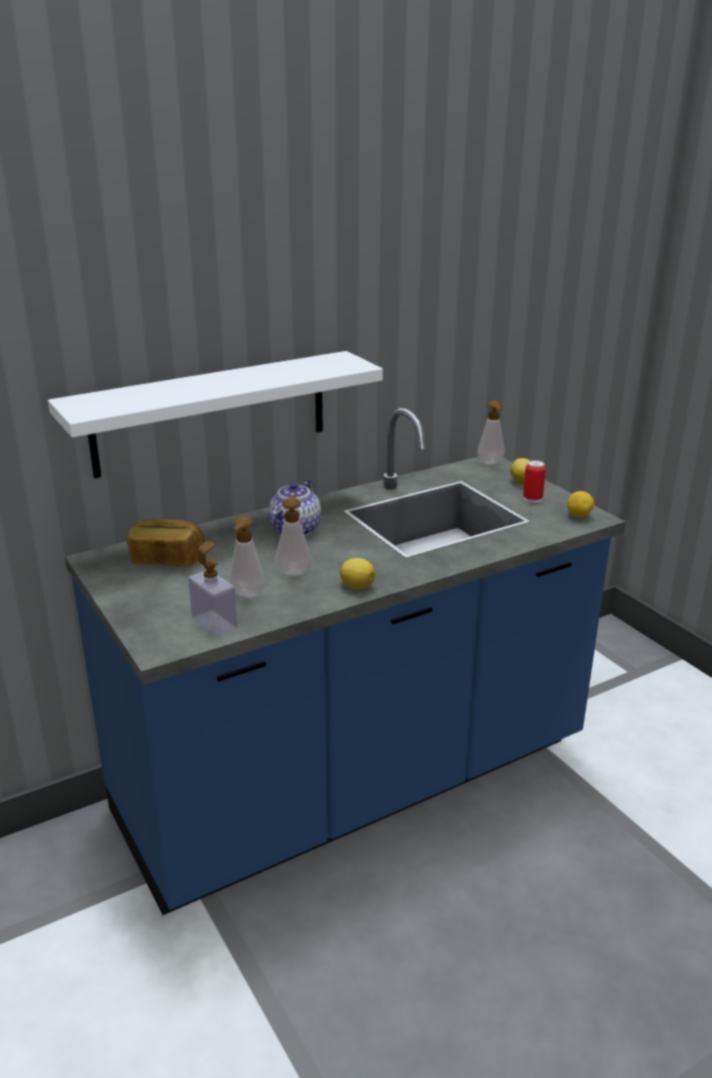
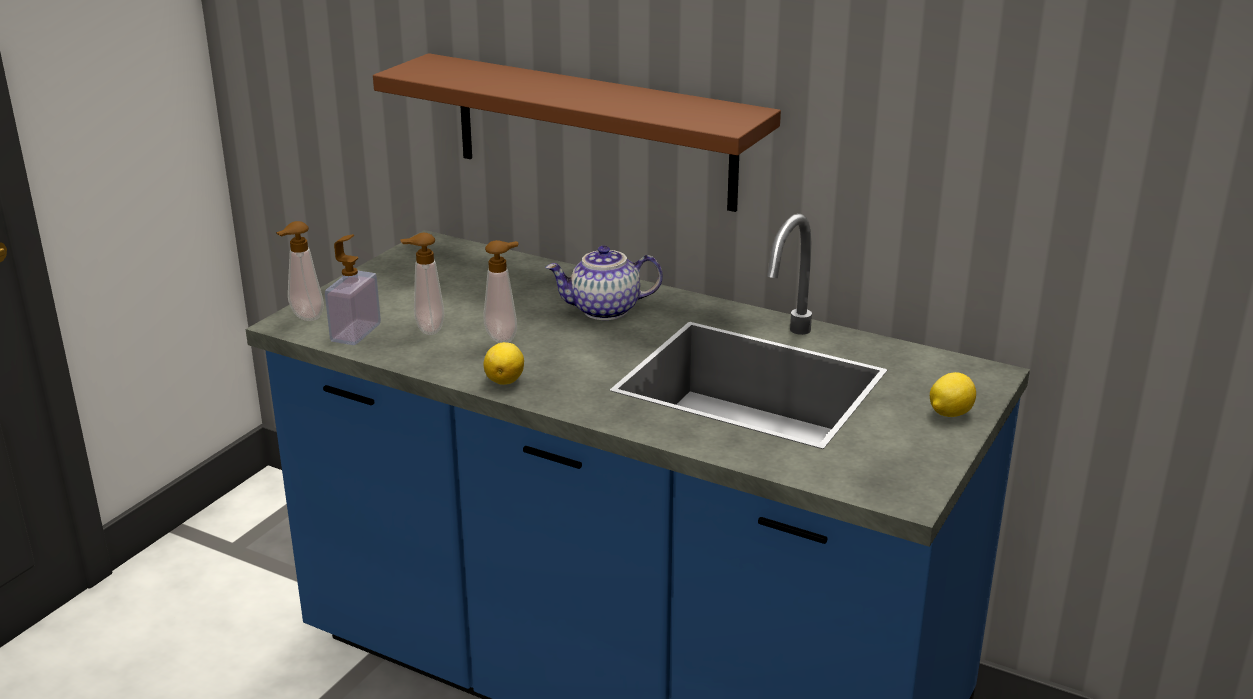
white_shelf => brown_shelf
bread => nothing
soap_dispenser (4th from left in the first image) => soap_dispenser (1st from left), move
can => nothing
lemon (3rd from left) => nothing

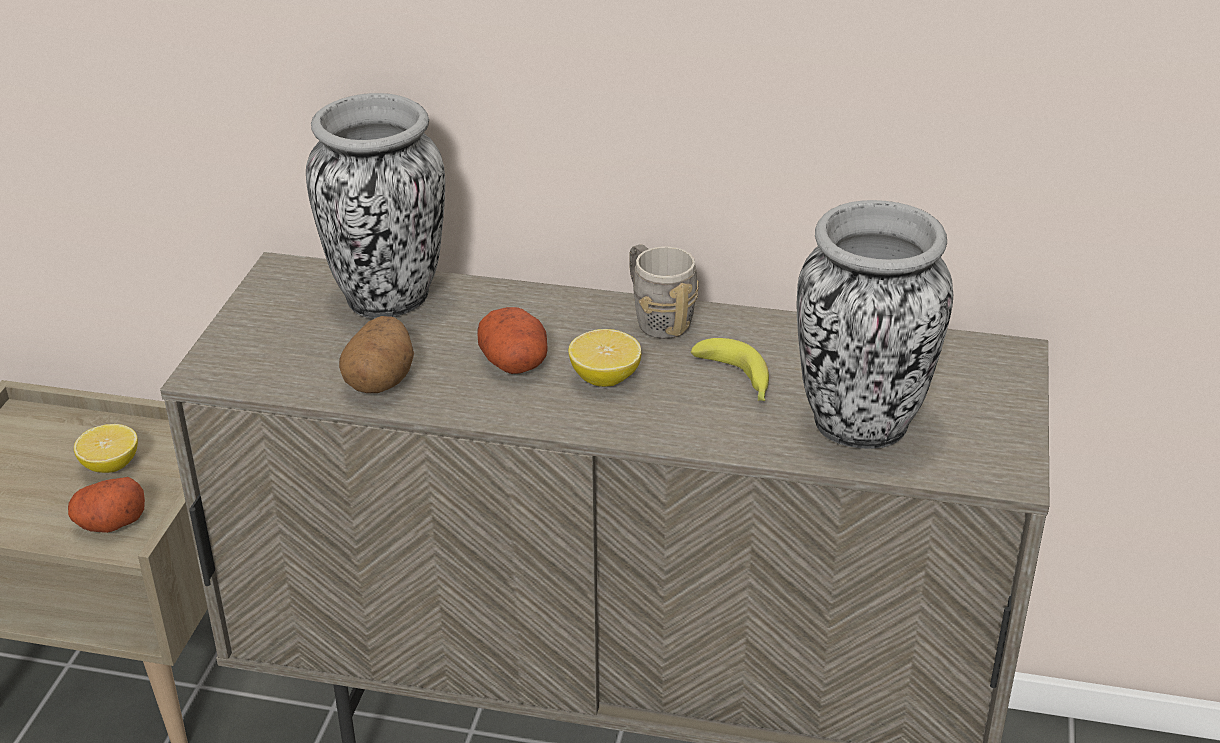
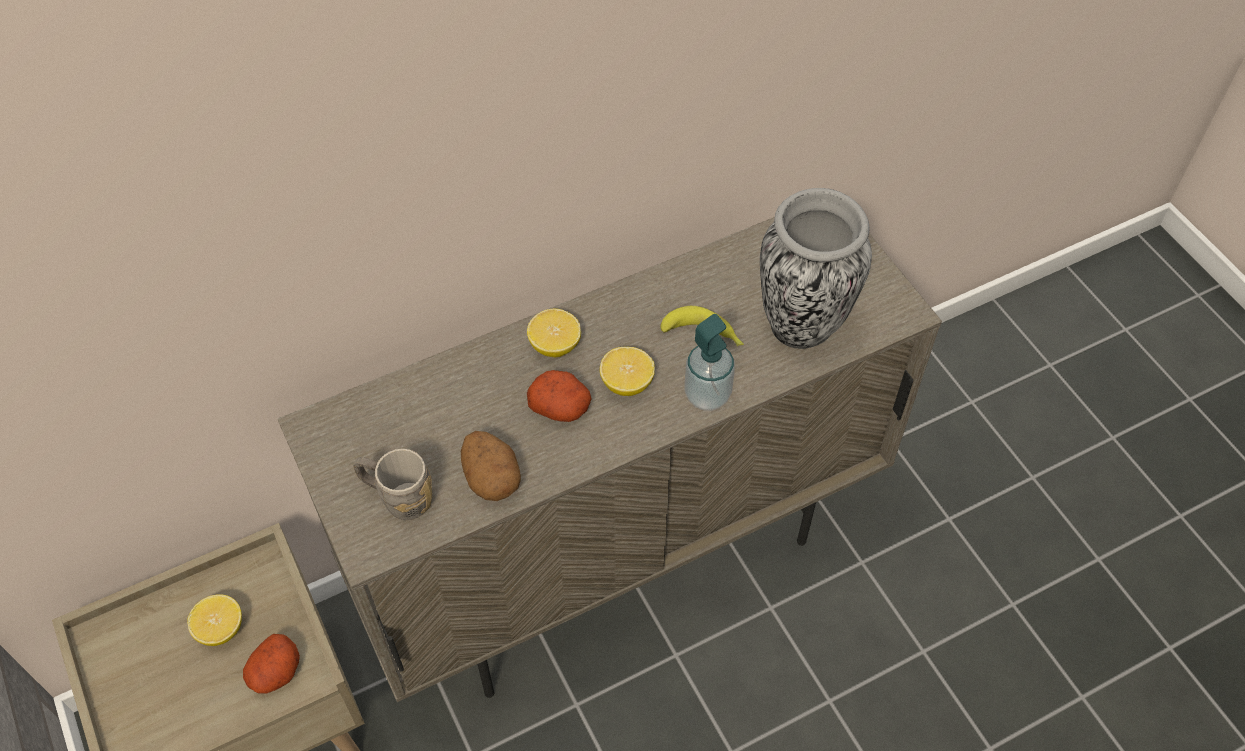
vase (1st from left) => nothing
grey_mug, move
nothing => lemon (2nd from left)
nothing => soap_dispenser

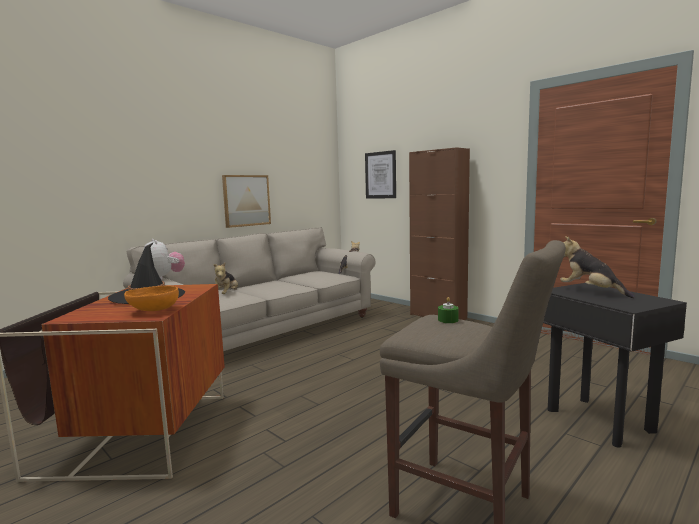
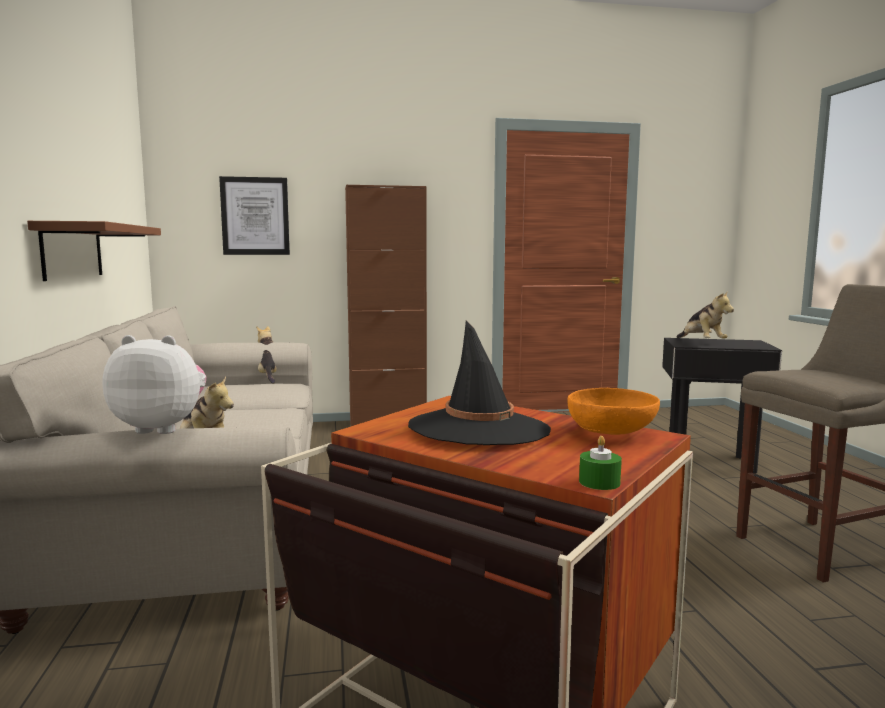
picture (1st from left) => brown_shelf
green_candle, move
plush_toy (4th from left), 105 degrees counterclockwise

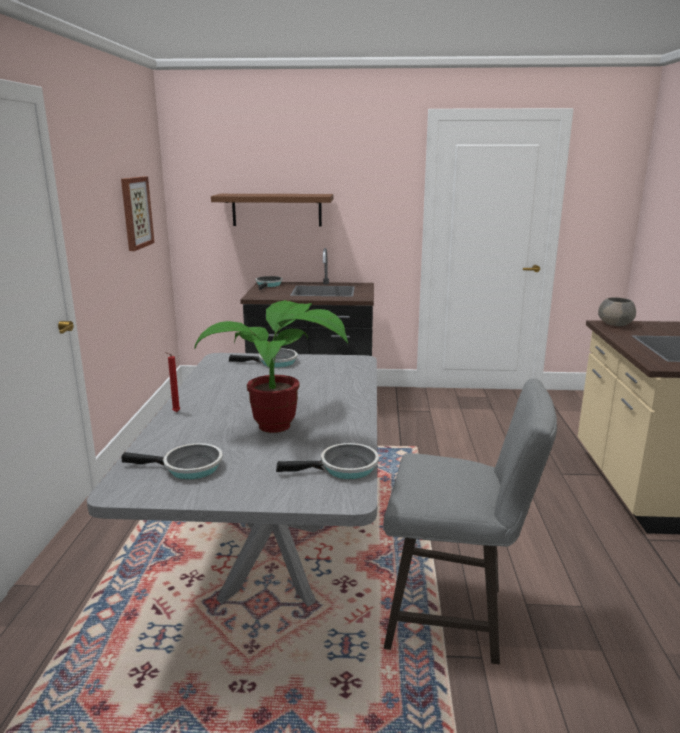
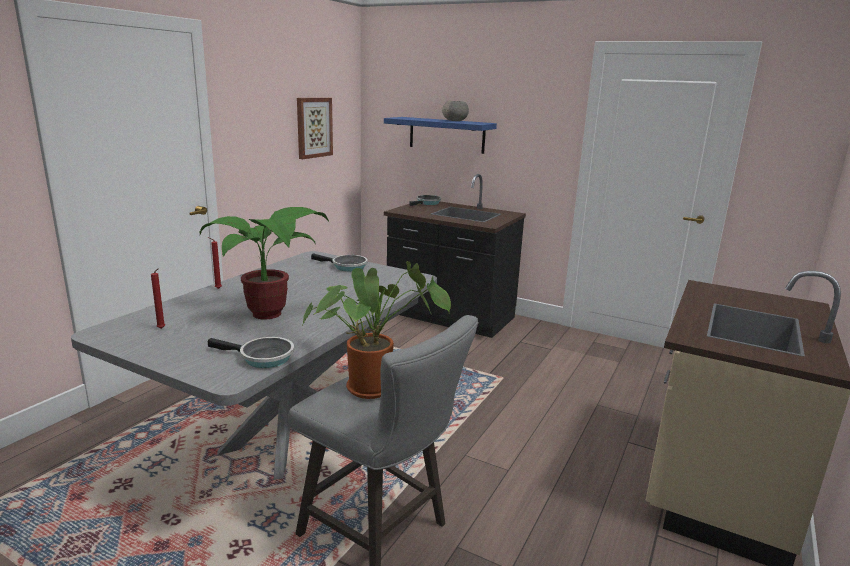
frying_pan (1st from left) => red_candle (1st from left)
brown_shelf => blue_shelf
grey_bowl, move
nothing => potted_plant (2nd from left)

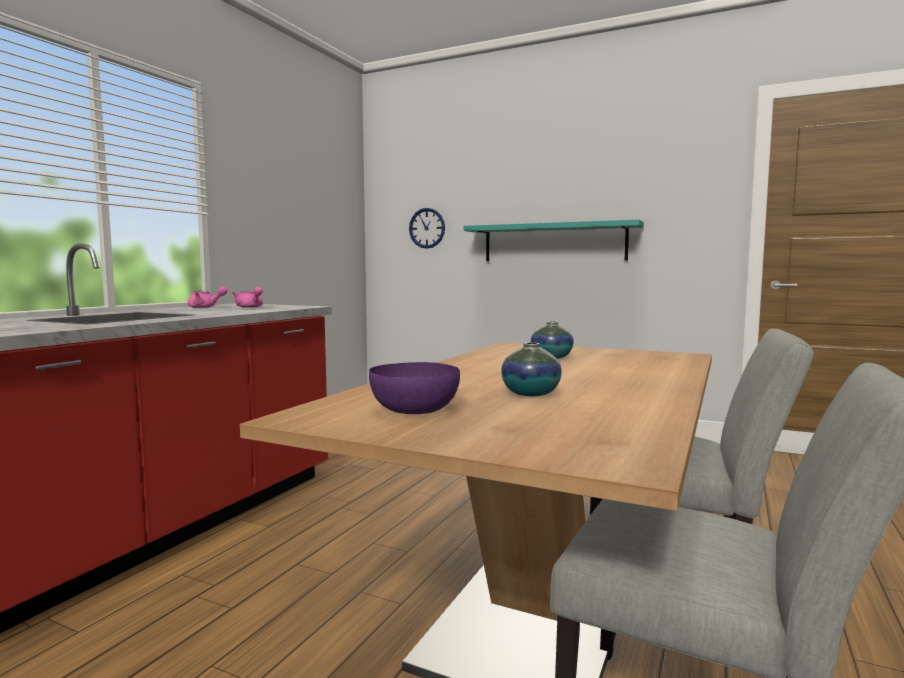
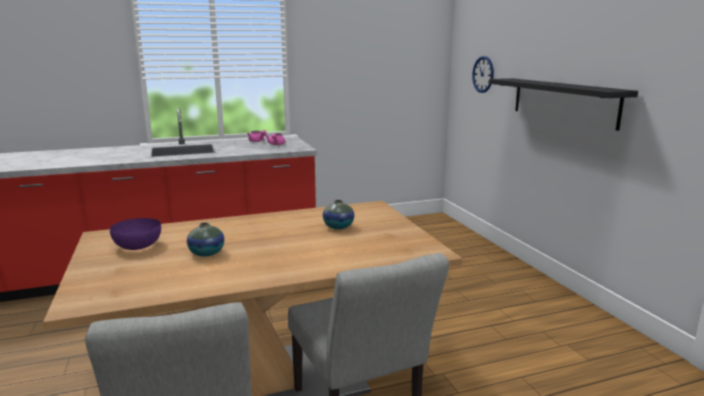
turquoise_shelf => black_shelf

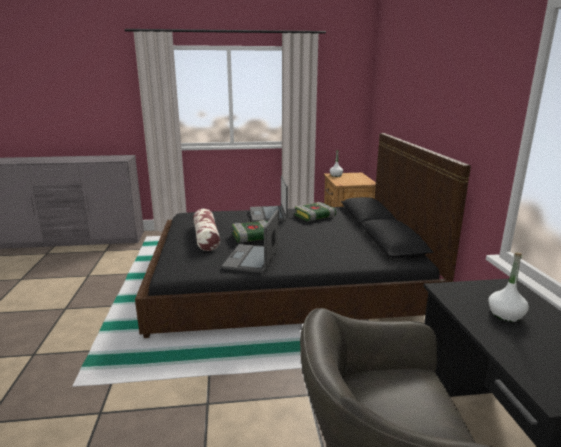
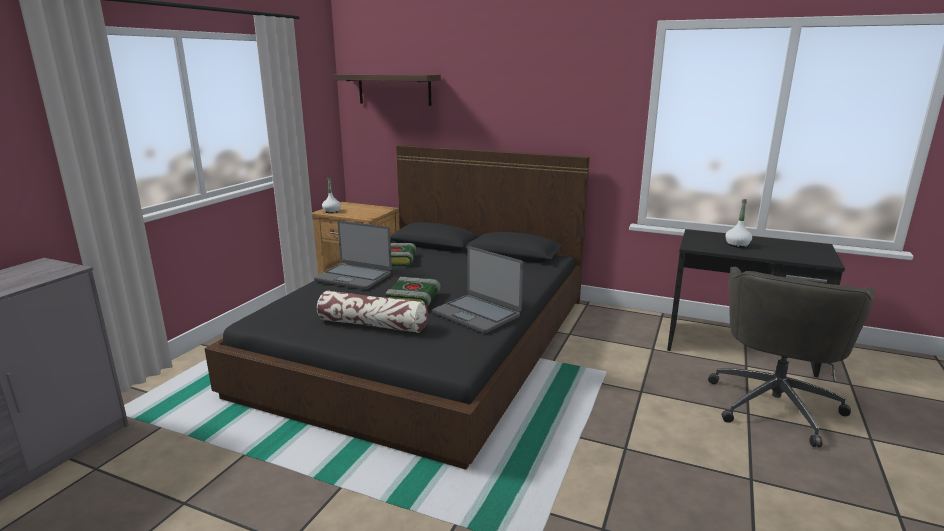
nothing => shelf

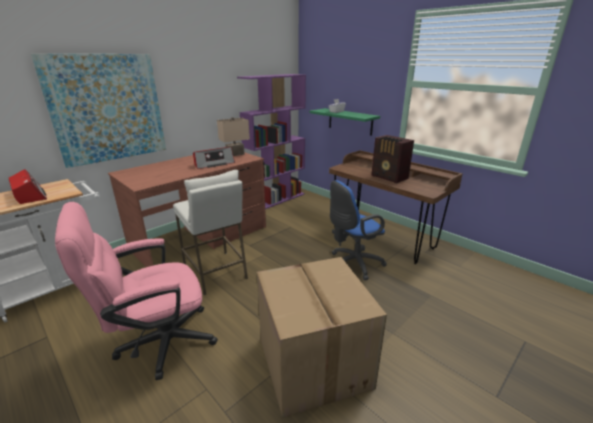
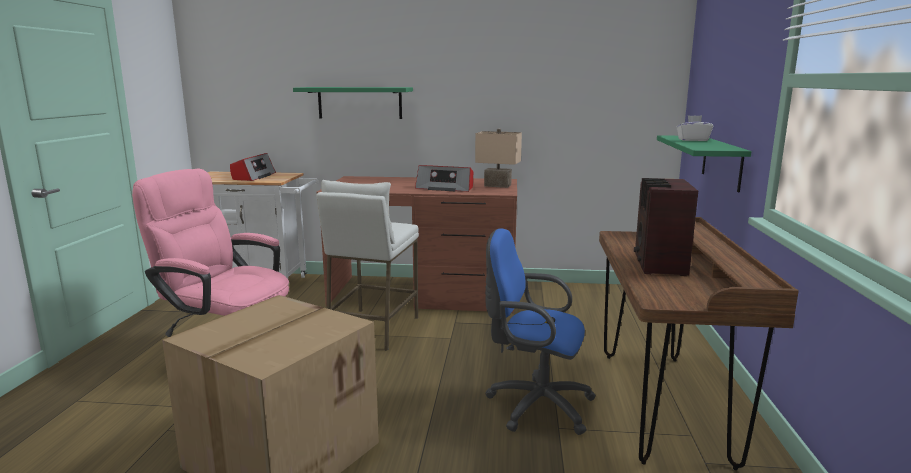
picture => green_shelf (1st from left)
purple_bookcase => nothing

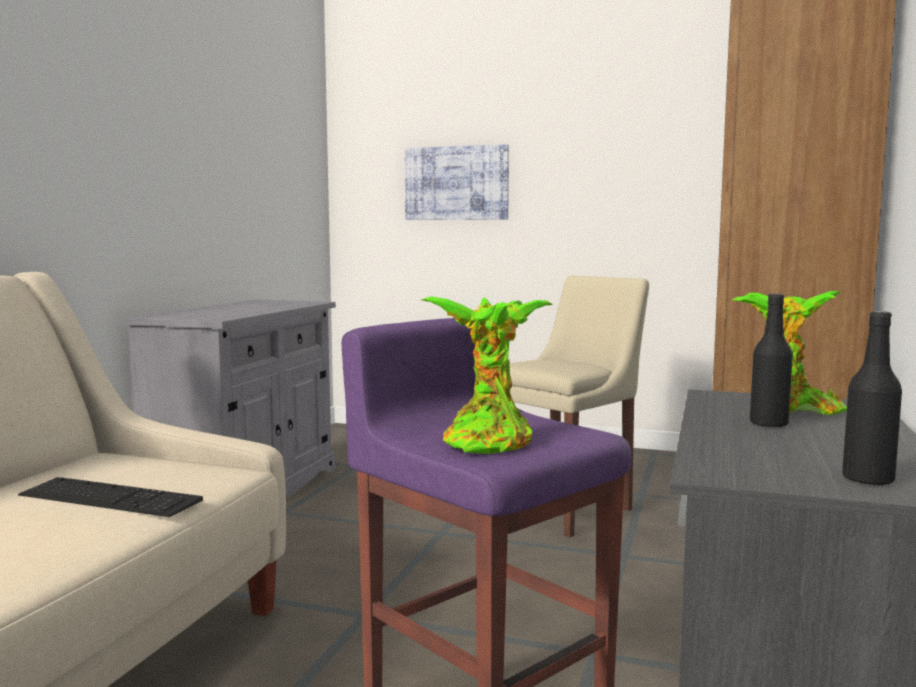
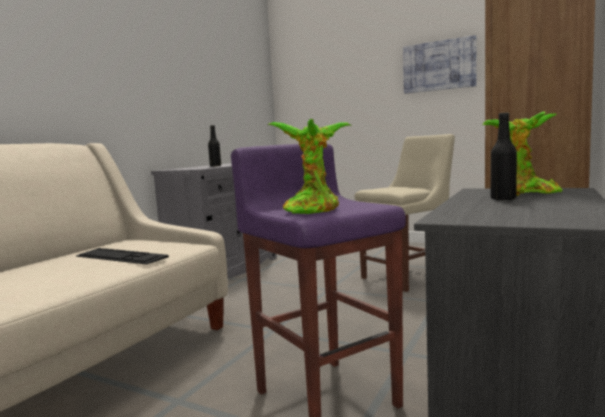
picture, move
black_bottle (2nd from left in the first image) => black_bottle (1st from left), move

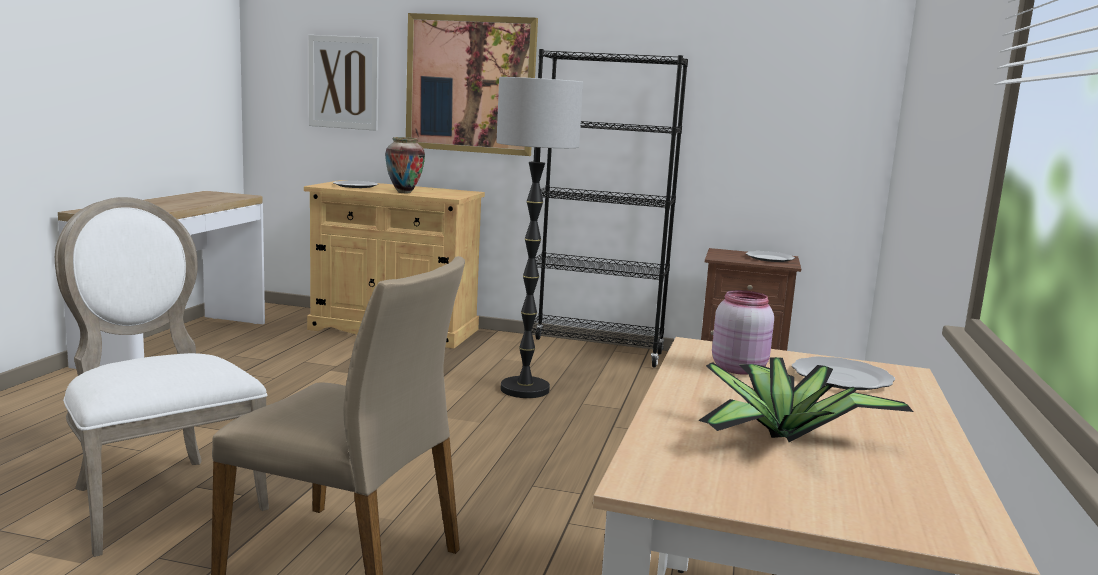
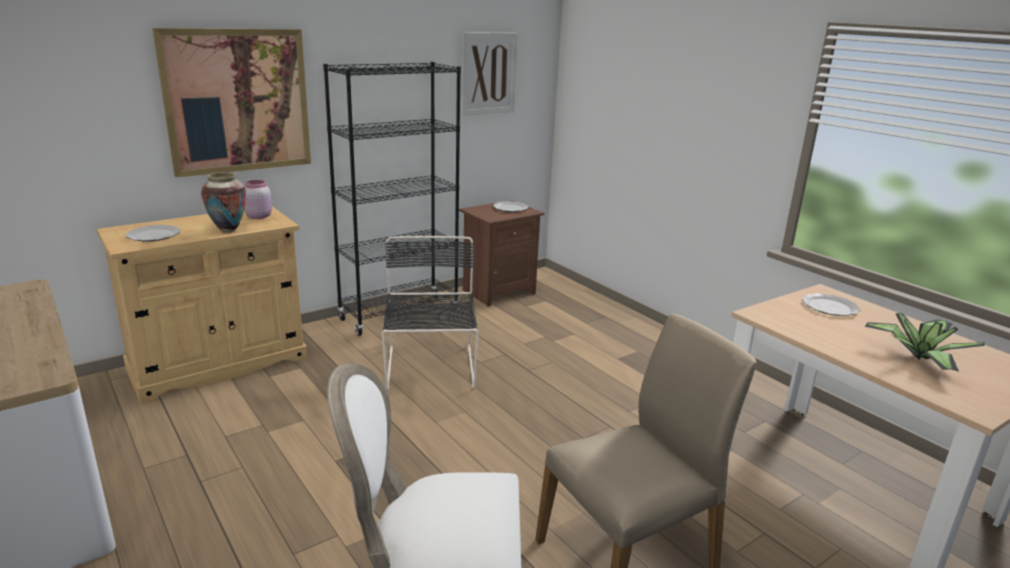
picture (1st from left in the first image) => picture (2nd from left), move
floor_lamp => black_chair
pink_jar, move

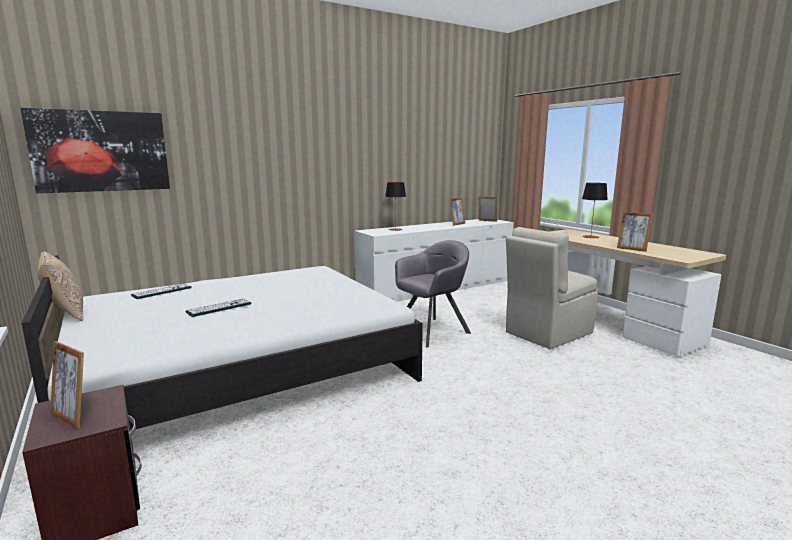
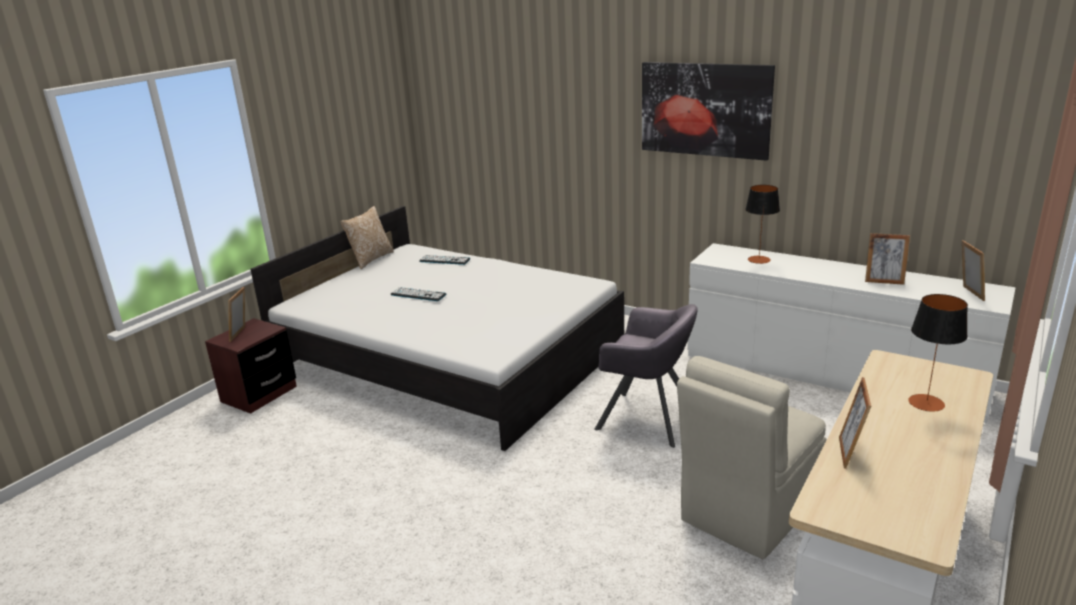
picture, move
beige_chair, 75 degrees counterclockwise

